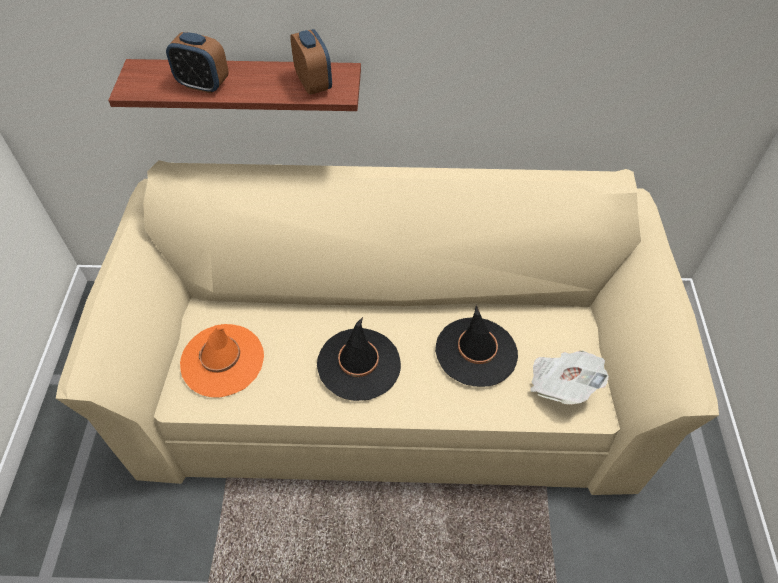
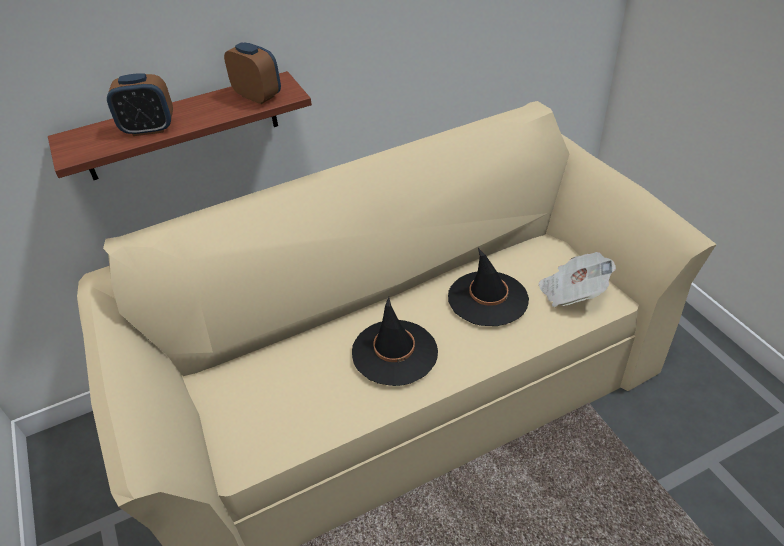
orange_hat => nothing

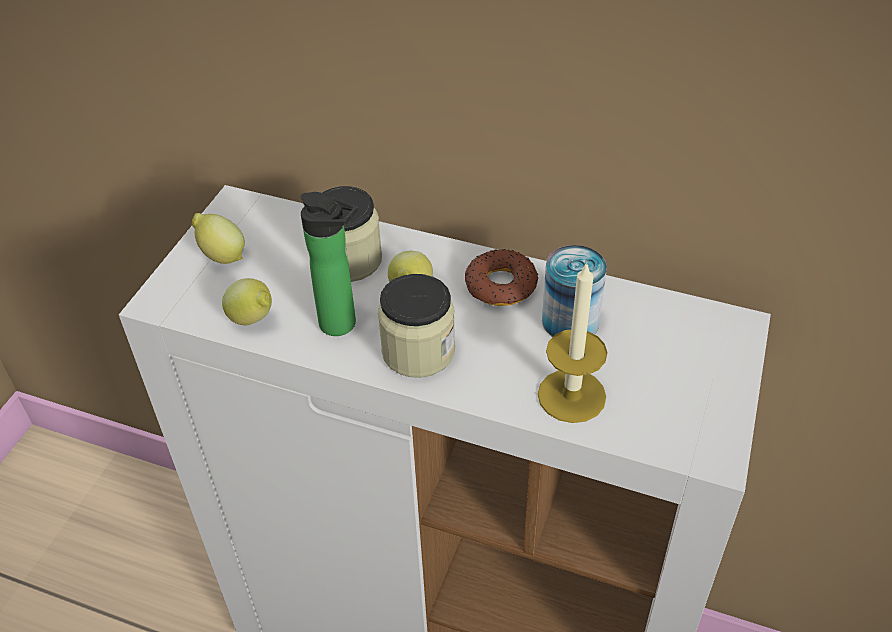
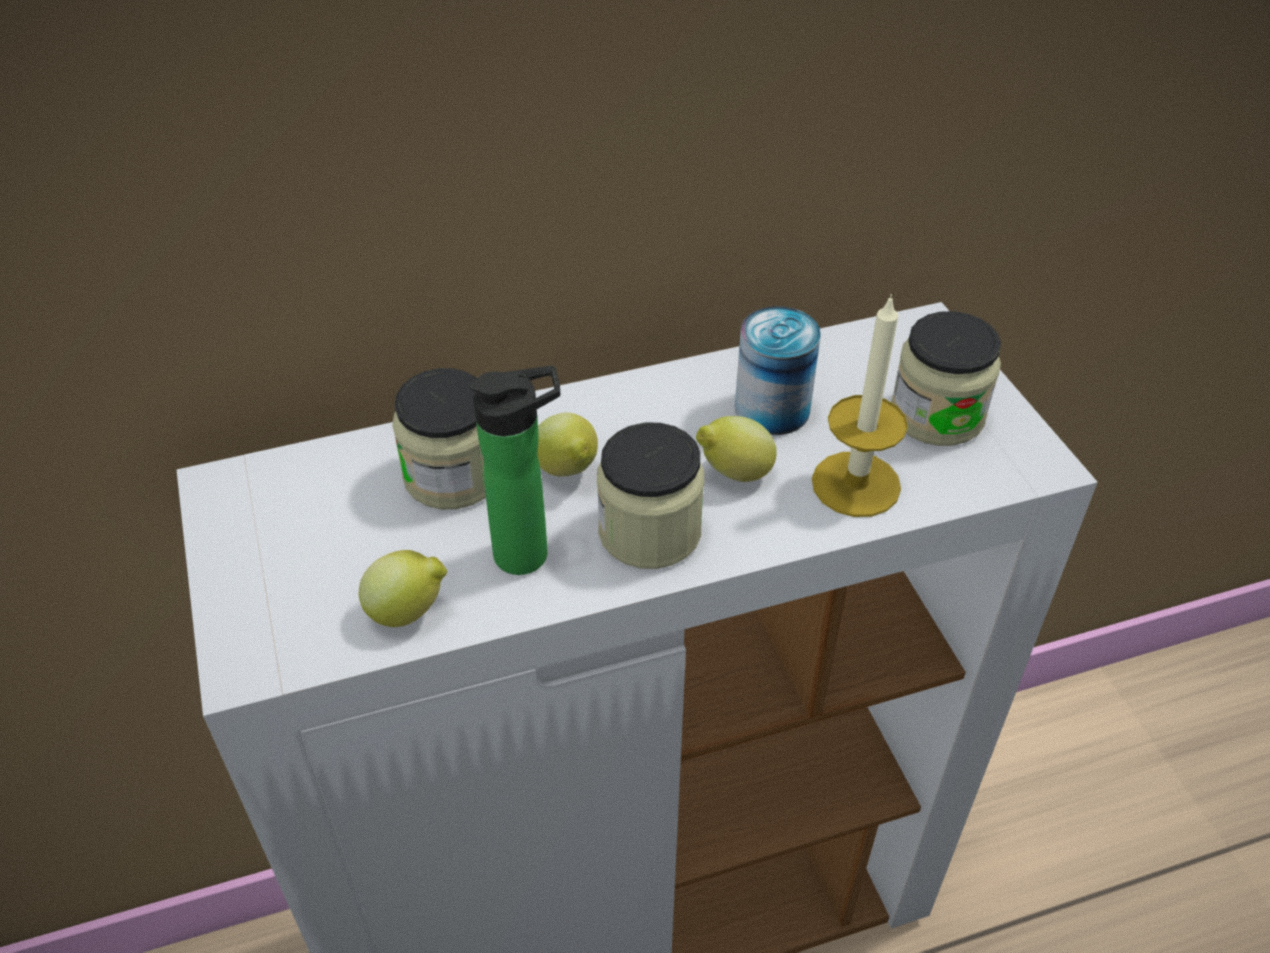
lemon (1st from left in the first image) => lemon (3rd from left), move
donut => nothing
nothing => jar (3rd from left)

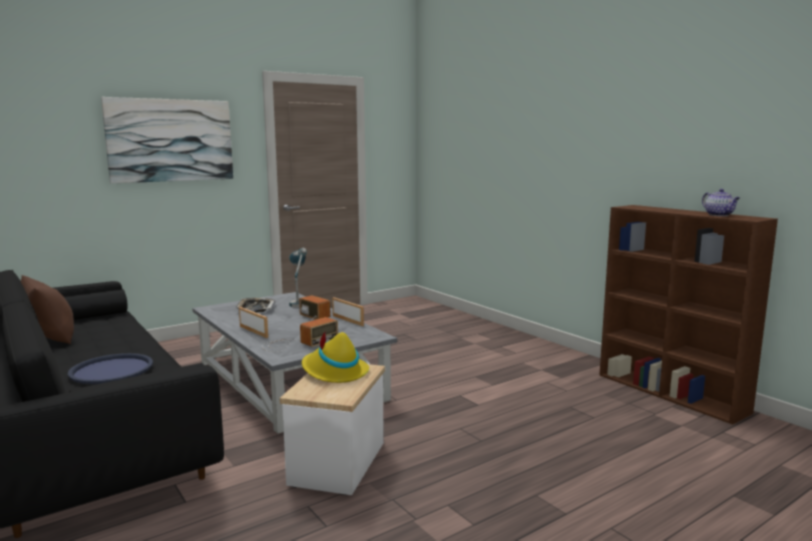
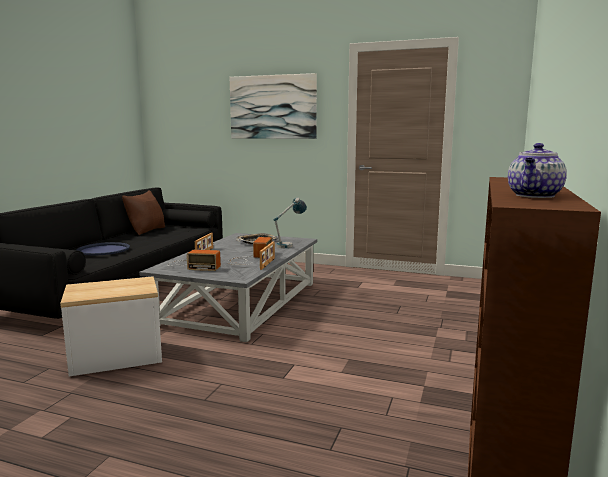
yellow_hat => nothing

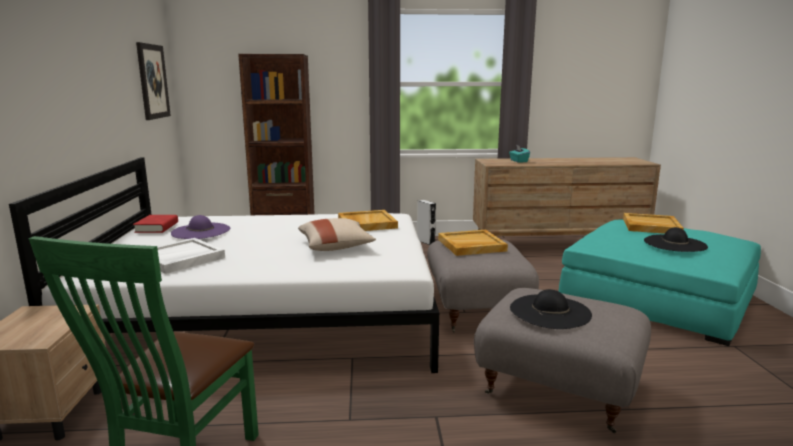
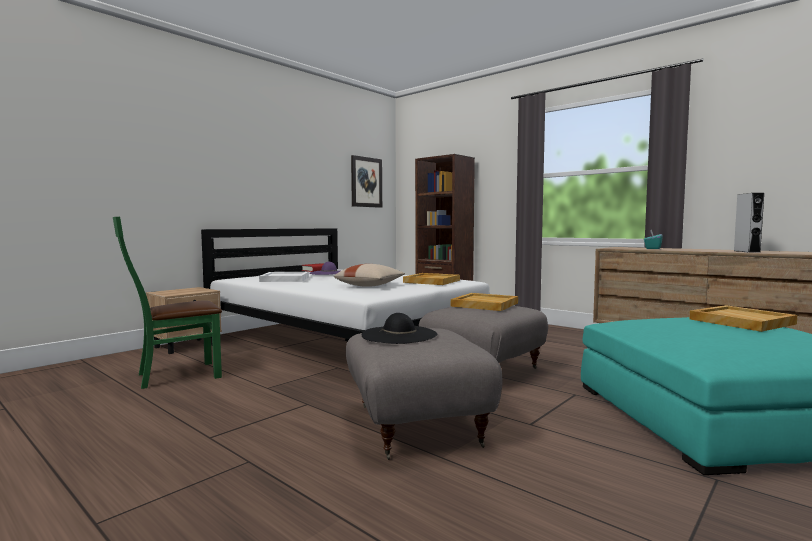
grey_speaker, move
black_hat (2nd from left) => nothing

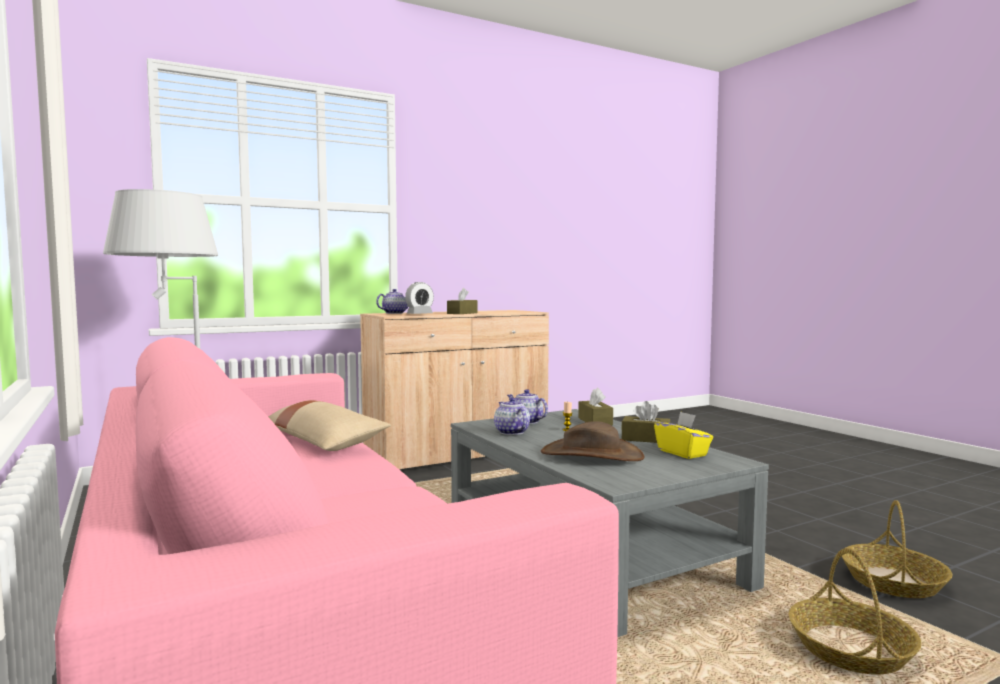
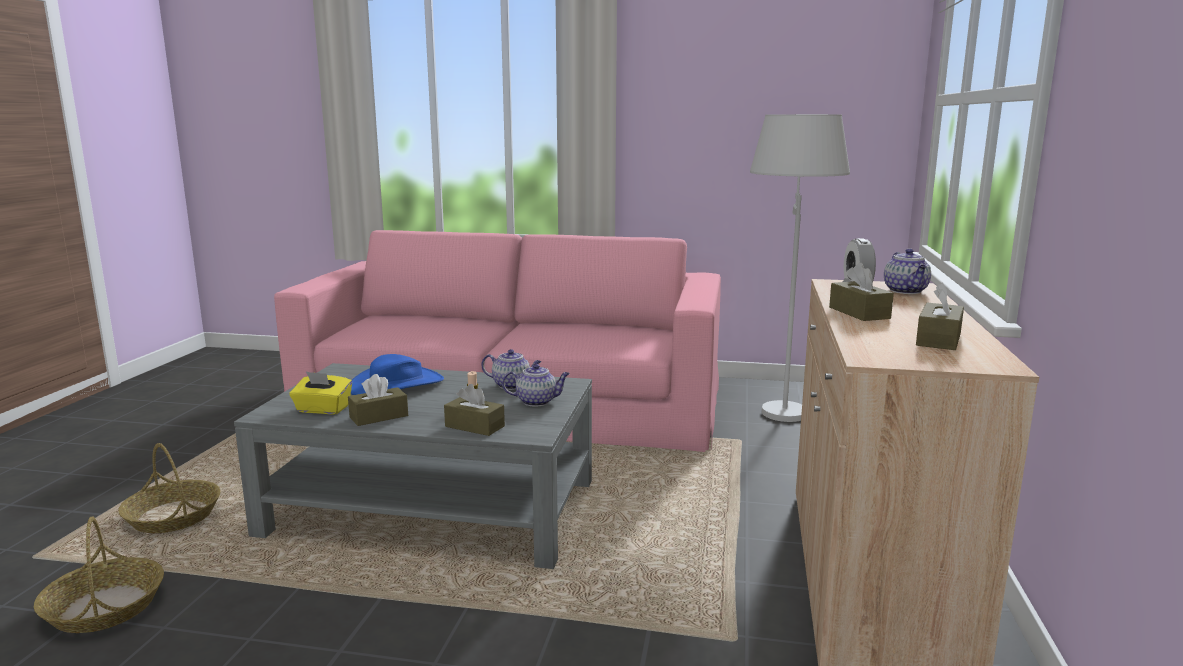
beige_pillow => nothing
brown_hat => blue_hat
nothing => brown_tissue_box (4th from left)

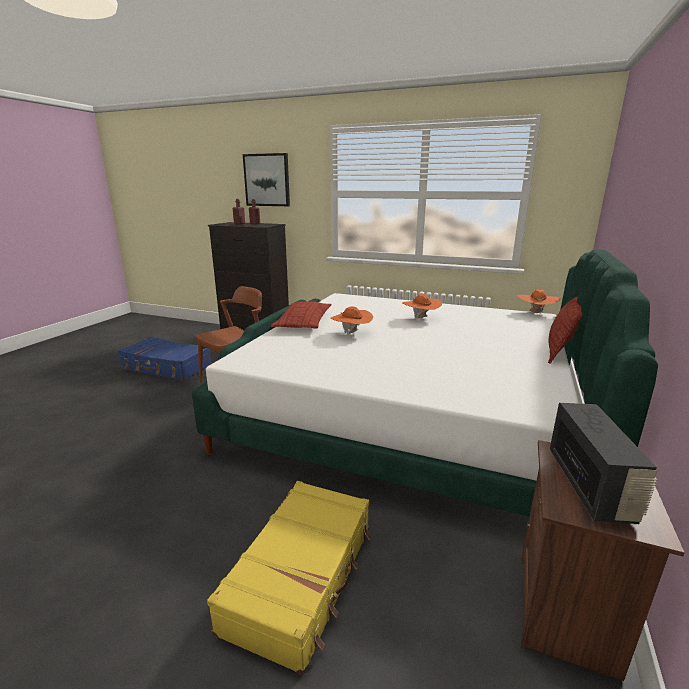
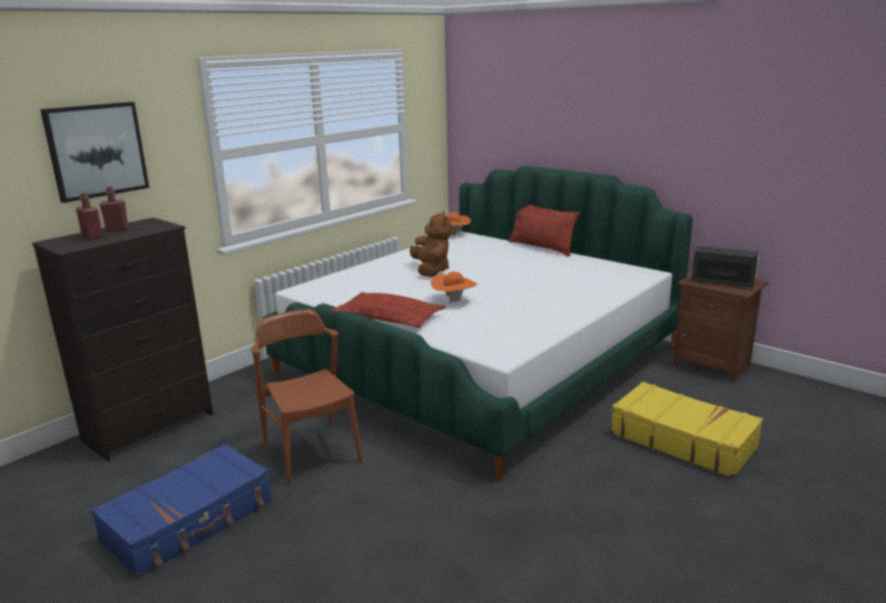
orange_hat (2nd from left) => brown_plush_toy

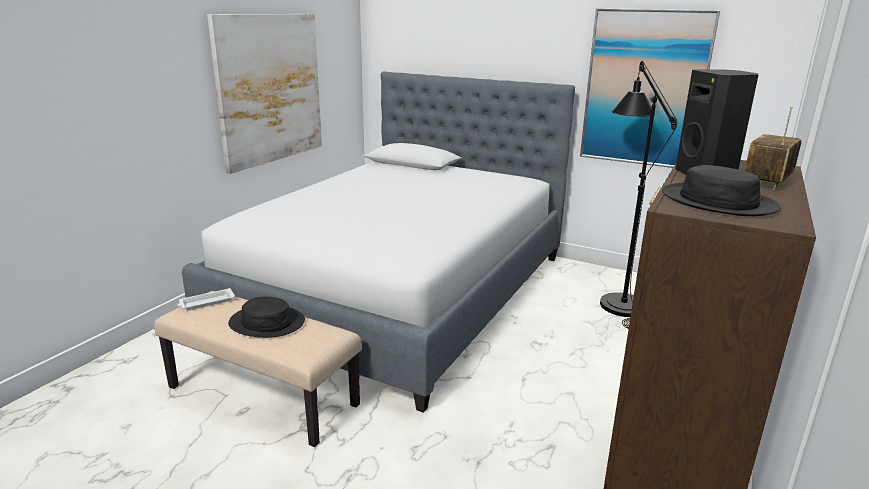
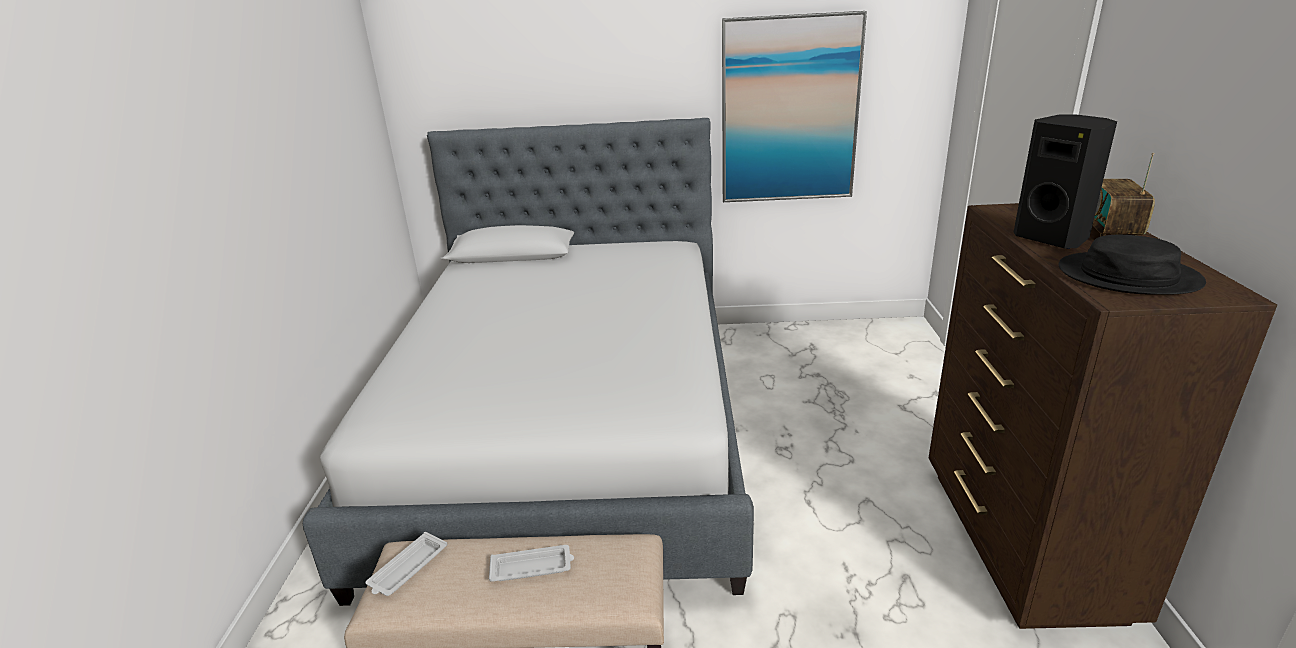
picture (1st from left) => nothing
black_hat (1st from left) => white_tray (2nd from left)
black_floor_lamp => nothing

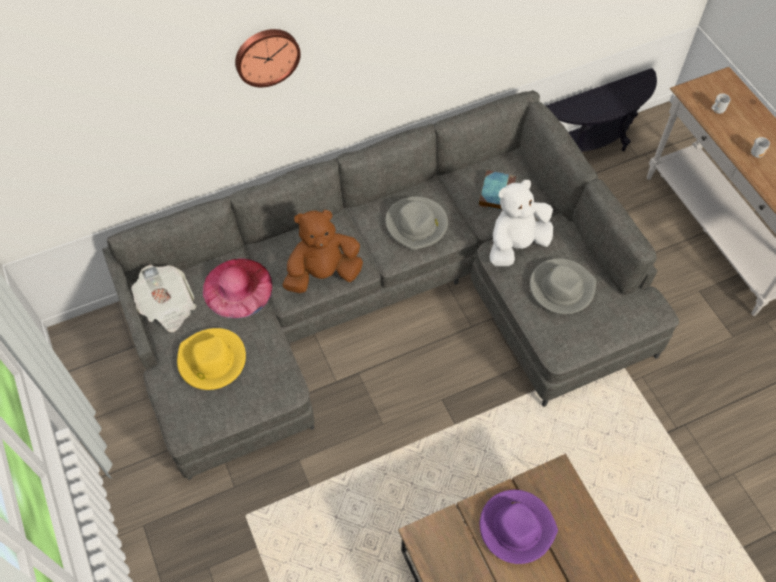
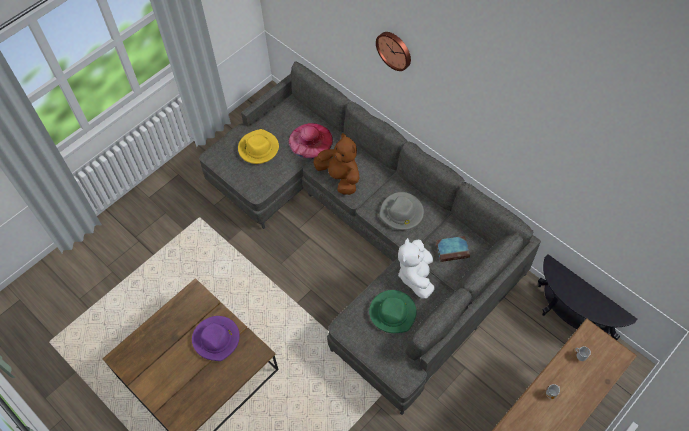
newspaper => nothing
white_plush_toy, 120 degrees counterclockwise
grey_hat (2nd from left) => green_hat

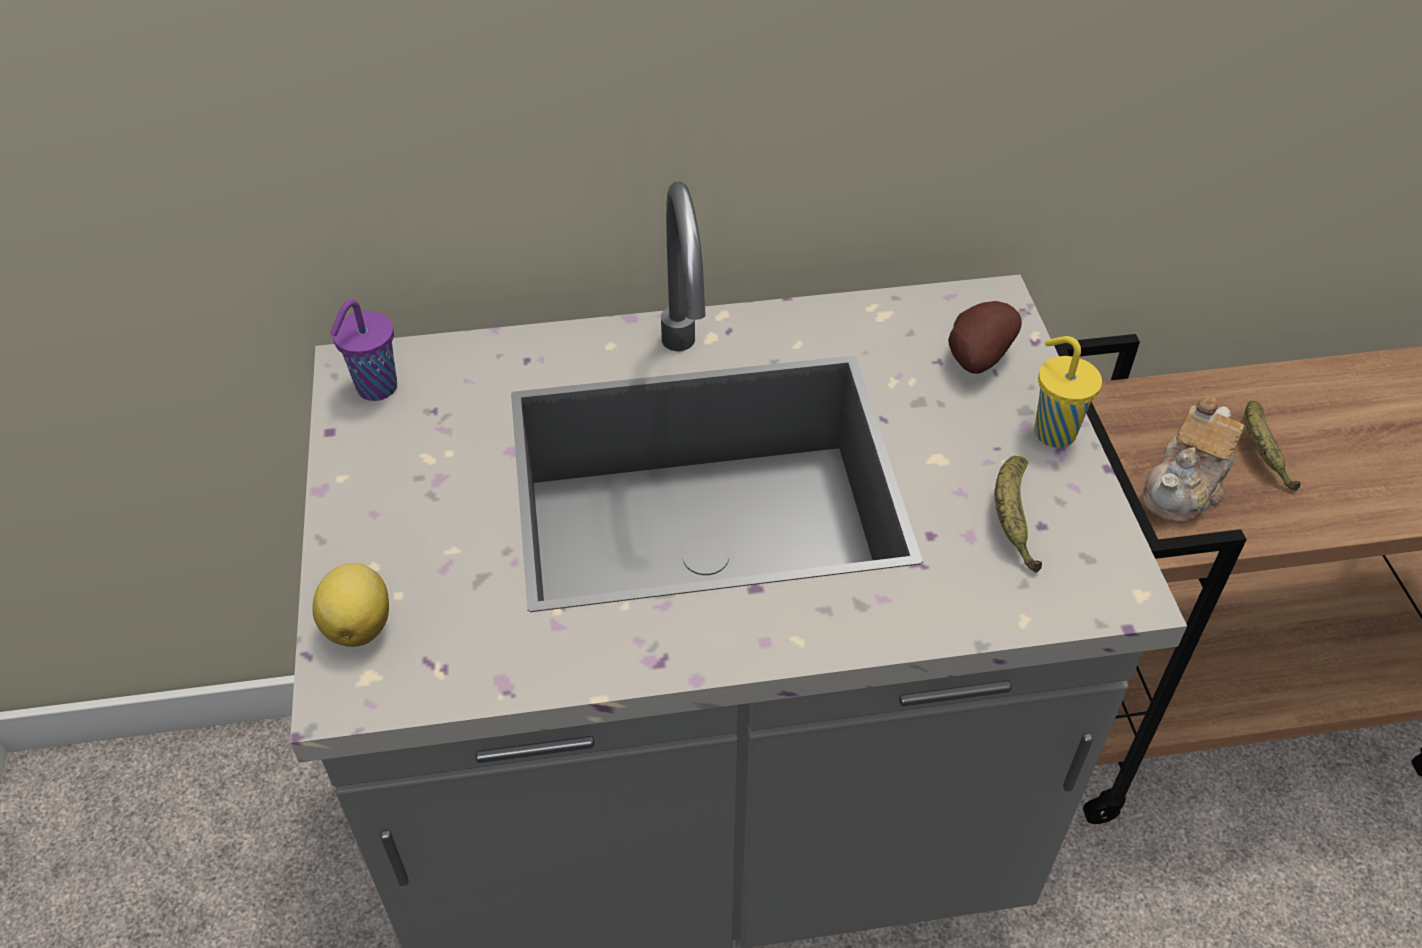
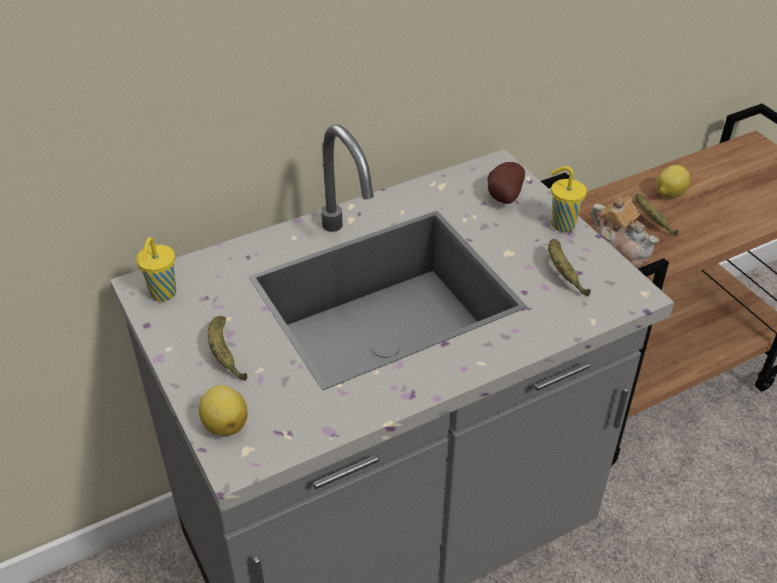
purple_cup => yellow_cup (1st from left)
teapot, 60 degrees counterclockwise
nothing => banana (1st from left)
nothing => lemon (2nd from left)

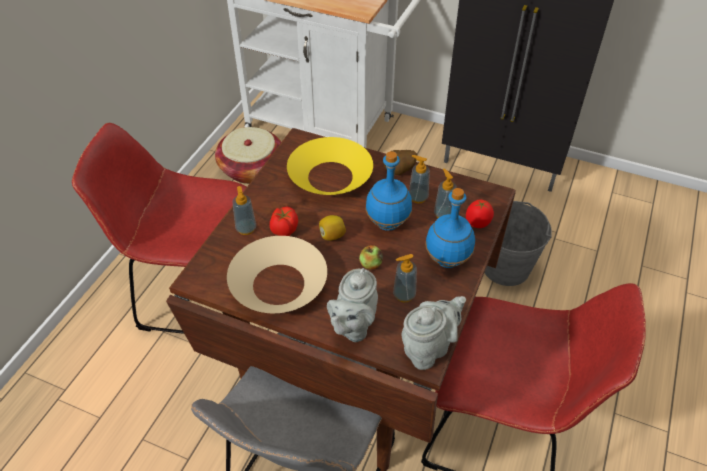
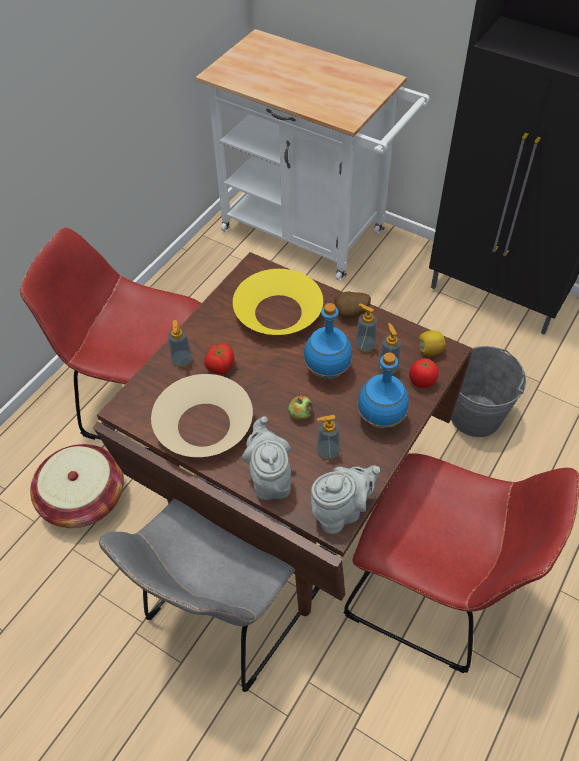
basket, move
lemon, move
grey_teapot (1st from left), 135 degrees clockwise

